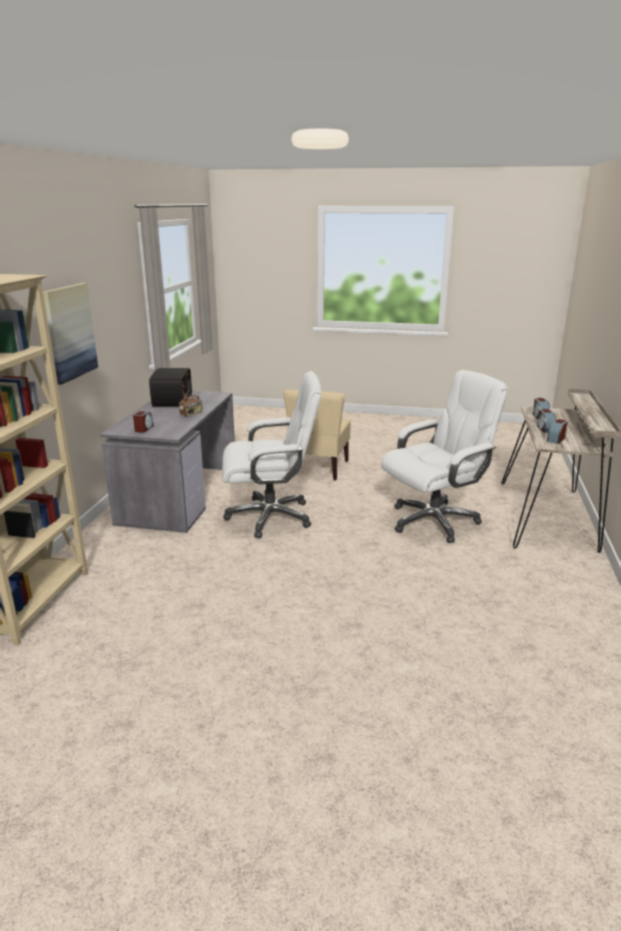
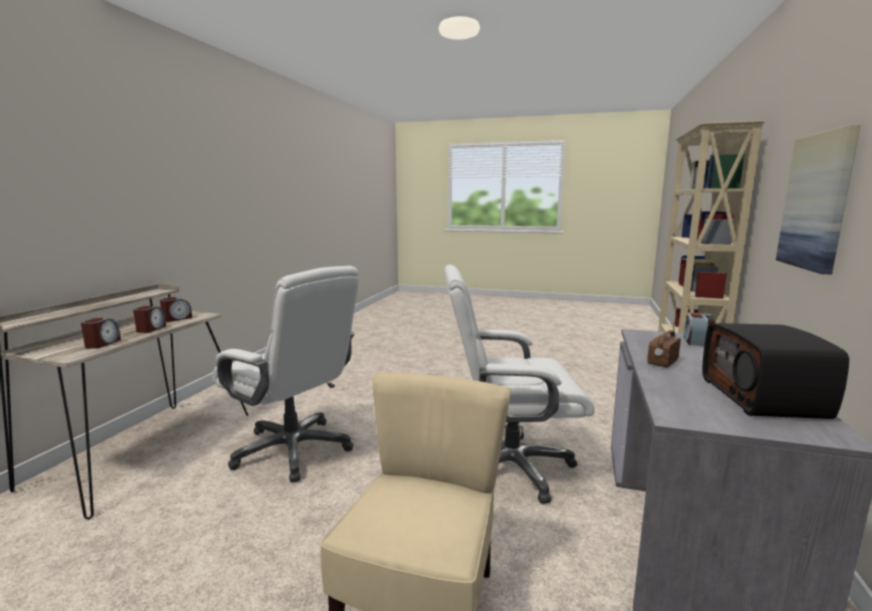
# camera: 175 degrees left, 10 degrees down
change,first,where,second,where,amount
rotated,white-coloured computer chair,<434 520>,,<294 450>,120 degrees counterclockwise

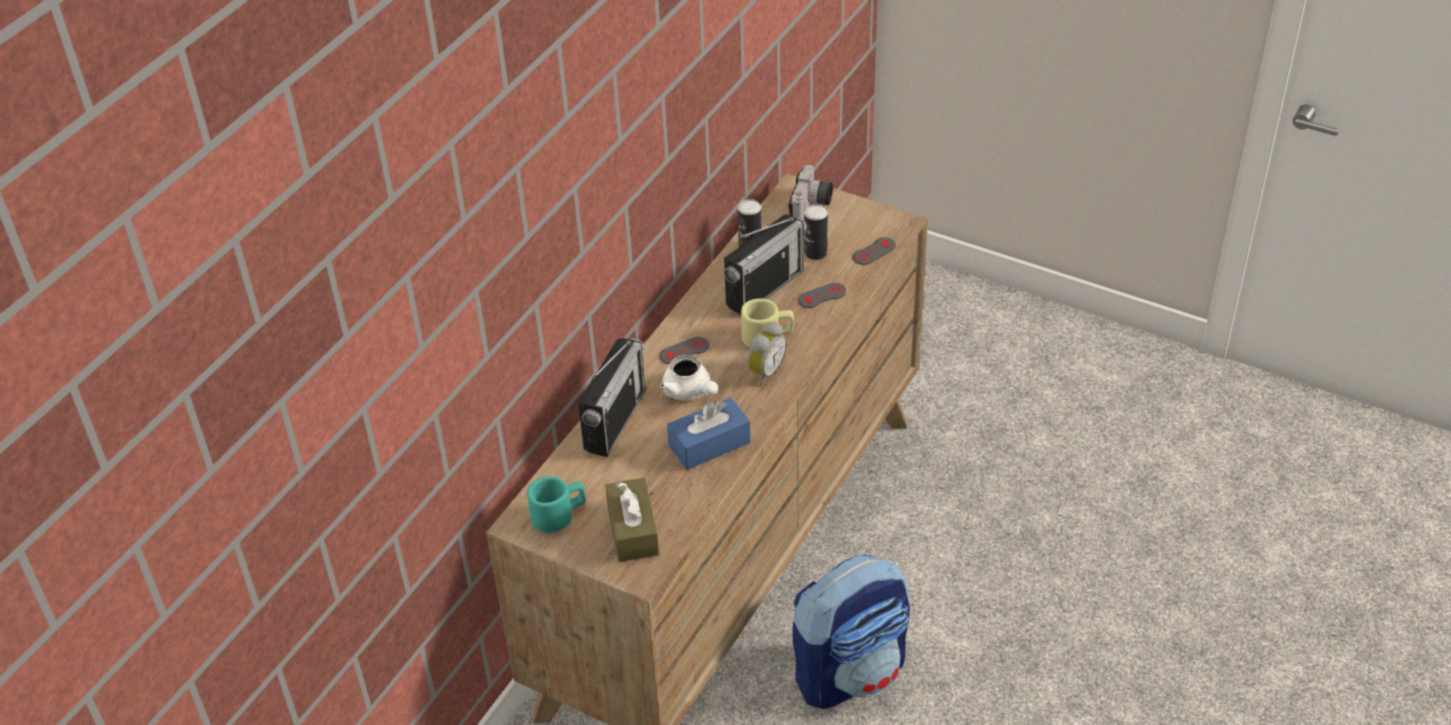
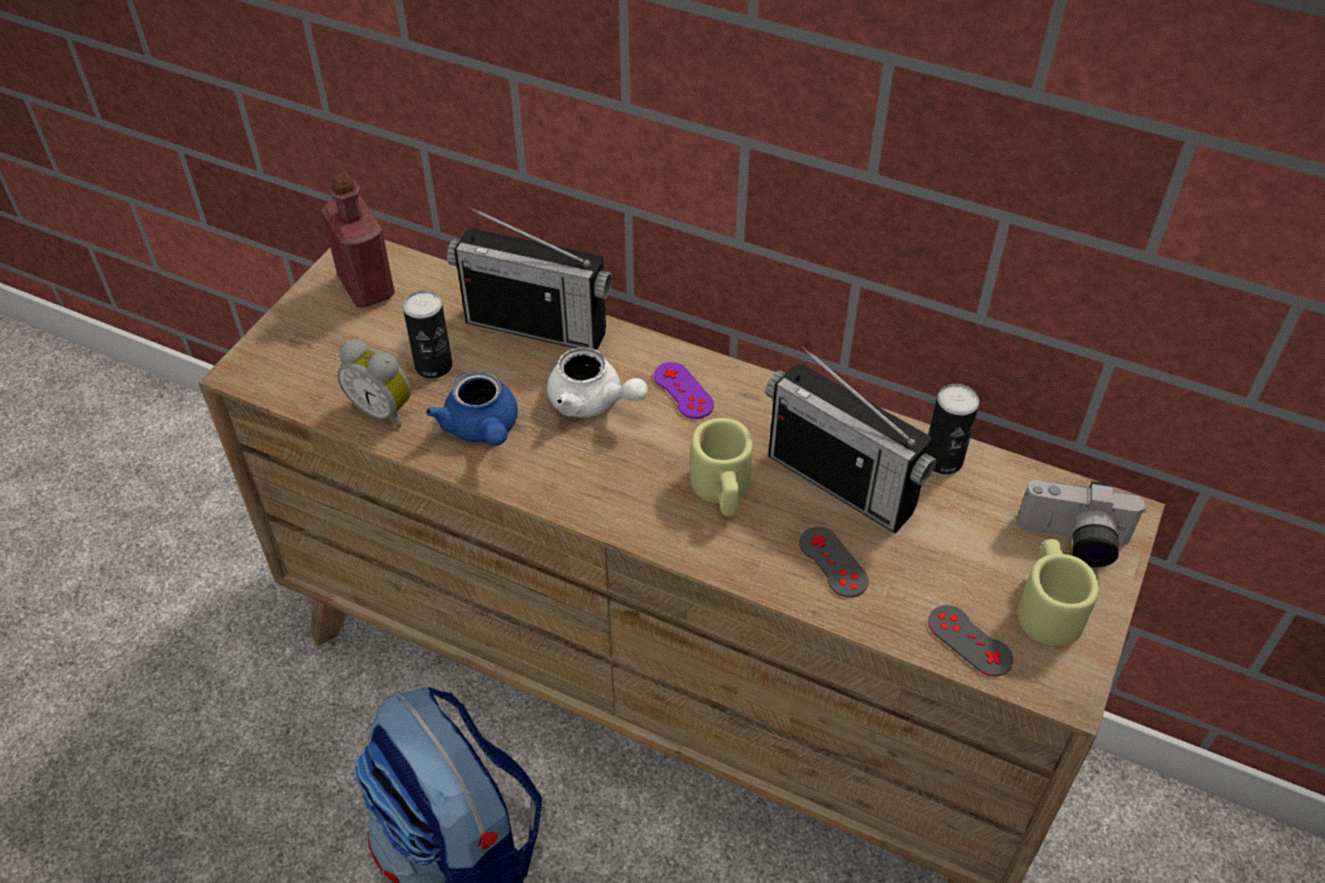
# camera: 85 degrees right, 5 degrees up
change,first,where,second,where,amount
swapped,turquoise-coloured mug,<559 514>,red bottle,<366 287>,
shifted,bedside clock,<764 372>,,<384 410>,
shifted,sealed can,<815 252>,,<433 365>,
swapped,bluish box of tissues,<709 444>,bluish tea pot,<482 429>,
rotated,white-coloured tea pot,<690 392>,,<593 402>,105 degrees counterclockwise
repainted,greyish game controller,<684 351>,purplish game controller,<683 391>,
new,,,sand-coloured mug,<1047 607>,
gone,brown-coloured box of tissues,<633 530>,,,

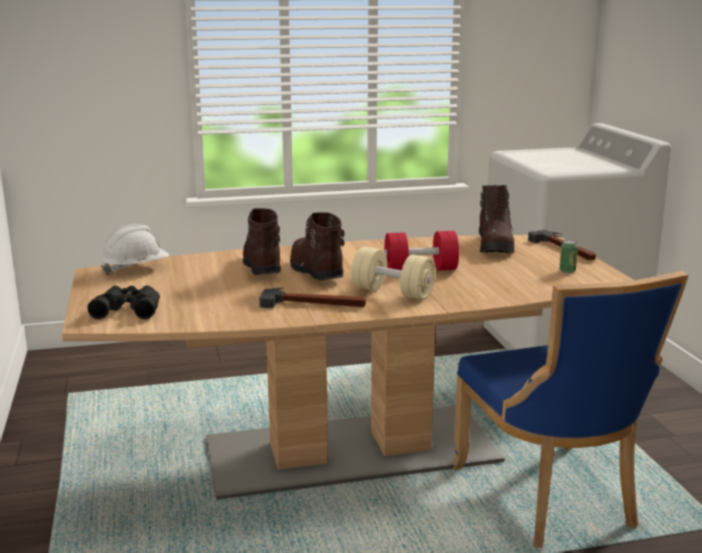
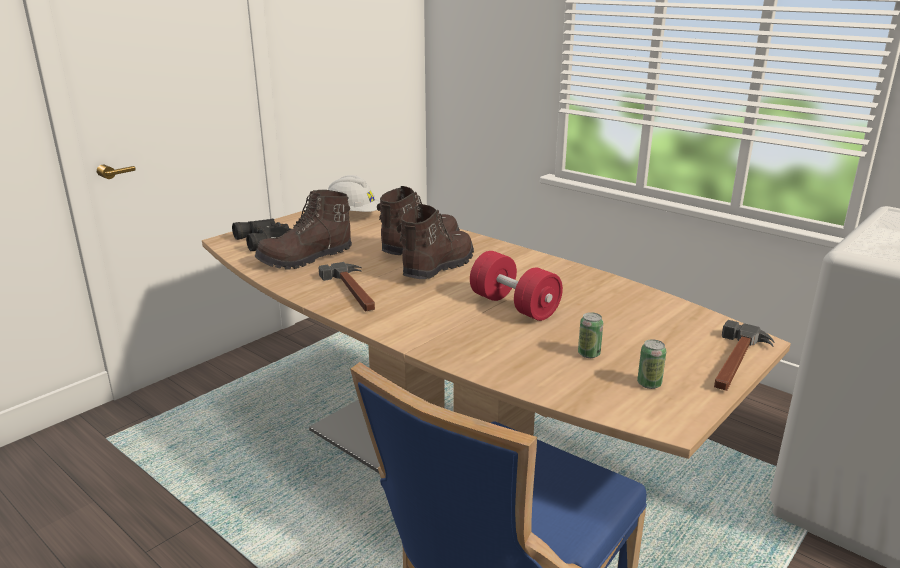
# camera: 55 degrees right, 5 degrees up
change,first,where,second,where,amount
shifted,brown-coloured high-top boot,<495 246>,,<306 259>,
new,,,sealed can,<589 354>,
gone,sand-coloured hand weight,<393 292>,,,

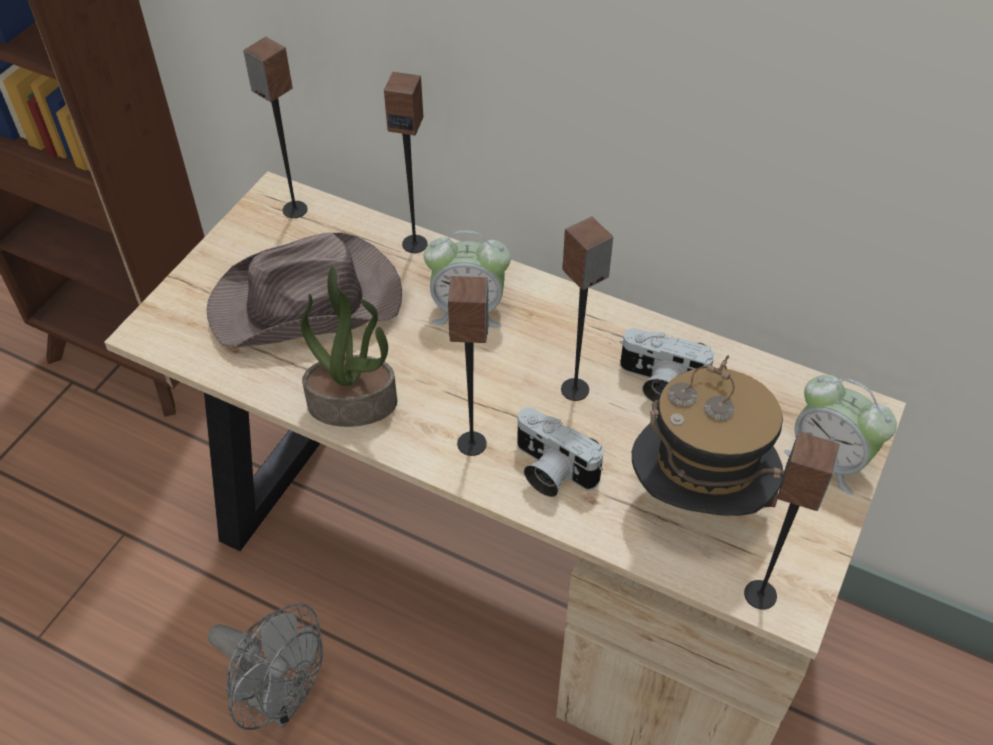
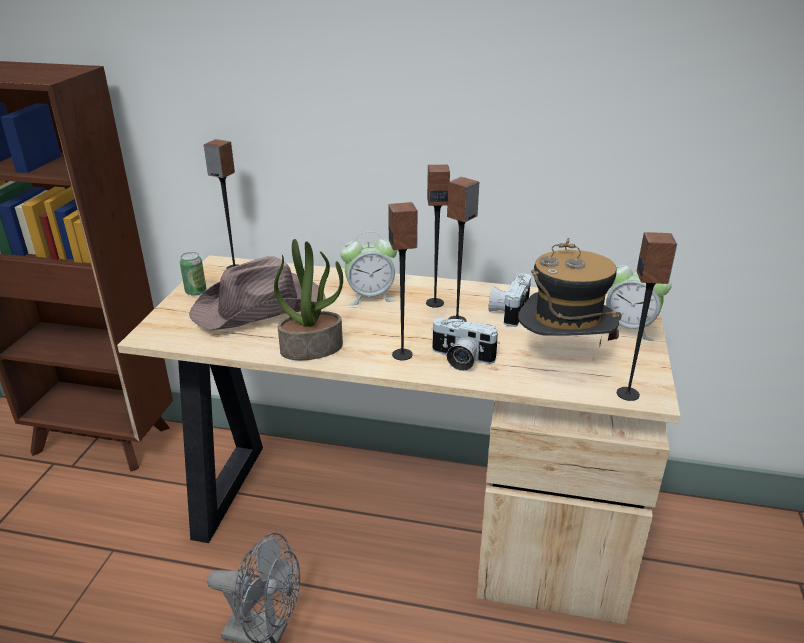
# camera: 15 degrees left, 20 degrees down
change,first,where,second,where,amount
new,,,sealed can,<196 291>,
shifted,audio speaker,<415 243>,,<435 302>,
rotated,photo camera,<659 383>,,<508 311>,105 degrees clockwise

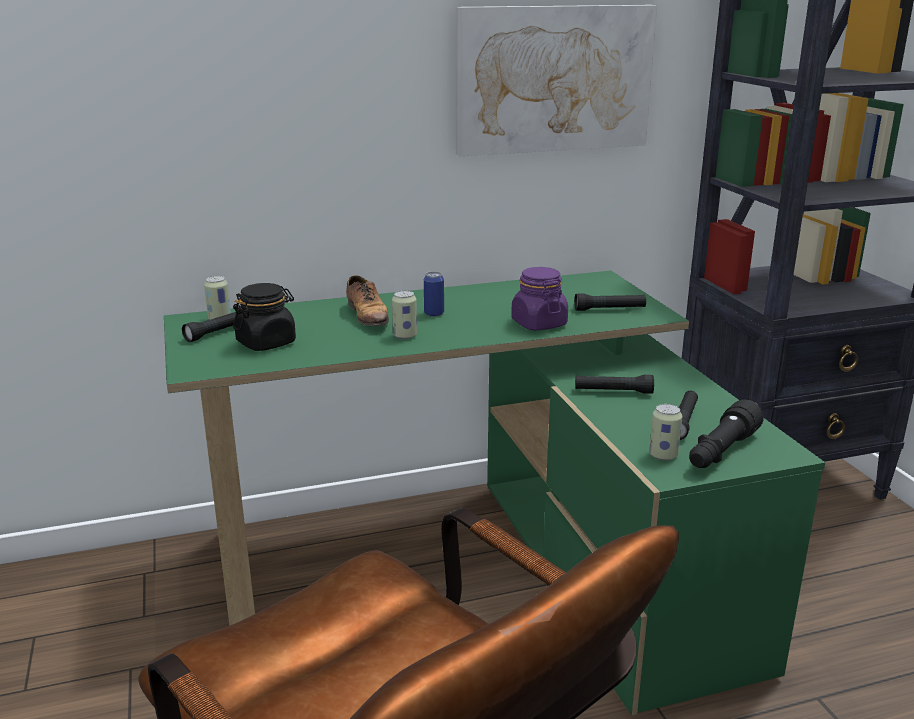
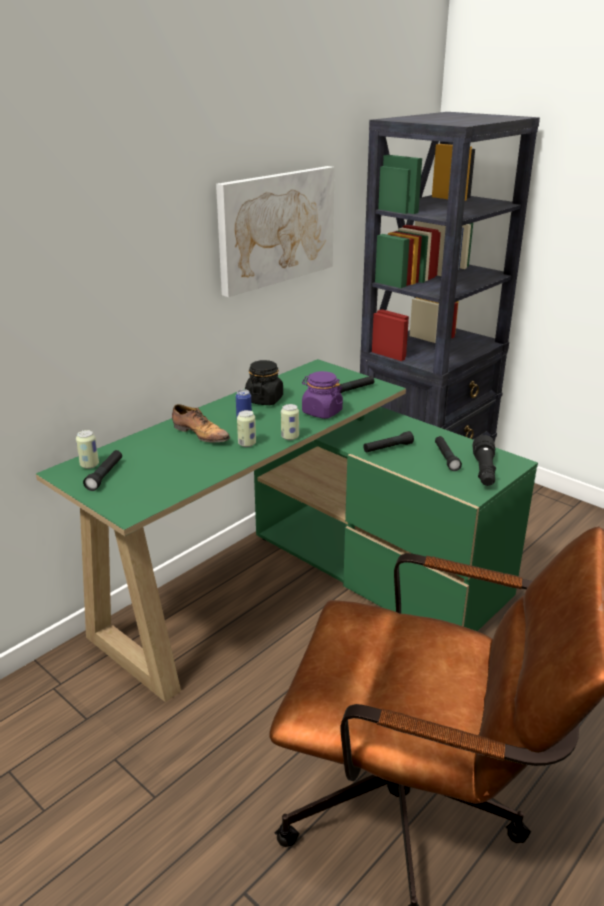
# camera: 30 degrees left, 5 degrees up
change,first,where,second,where,amount
shifted,black-coloured storage jar,<266 343>,,<264 400>,
shifted,sealed can,<663 455>,,<290 437>,

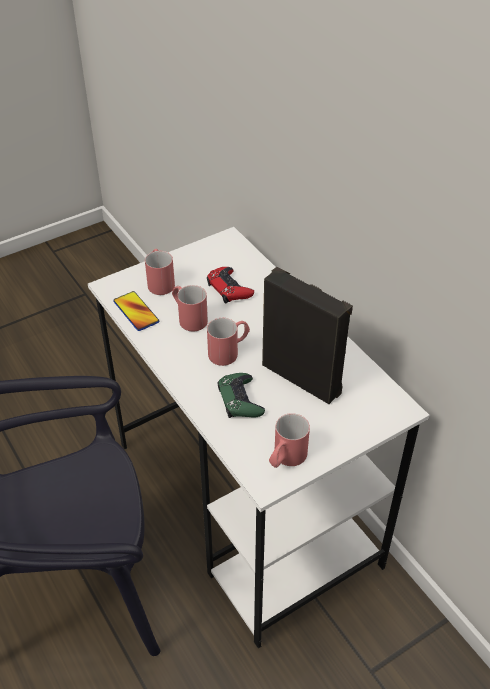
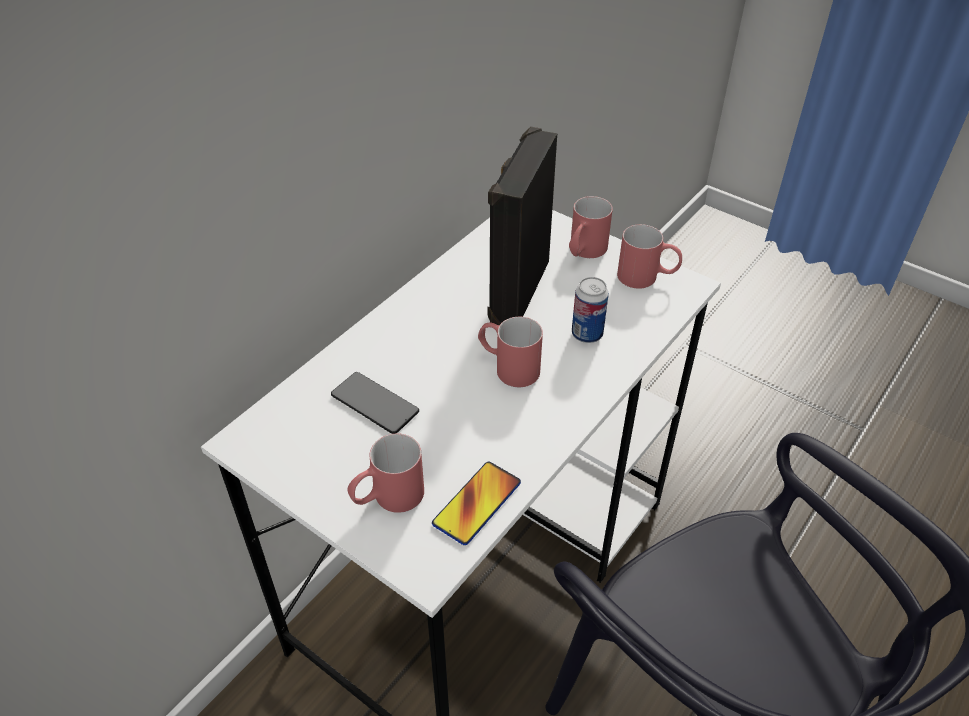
# camera: 110 degrees left, 0 degrees up
change,first,where,second,where,amount
swapped,red game controller,<229 289>,phone,<374 404>,
shifted,red mug,<188 317>,,<584 252>,
swapped,green-coloured game controller,<240 400>,sealed can,<587 334>,

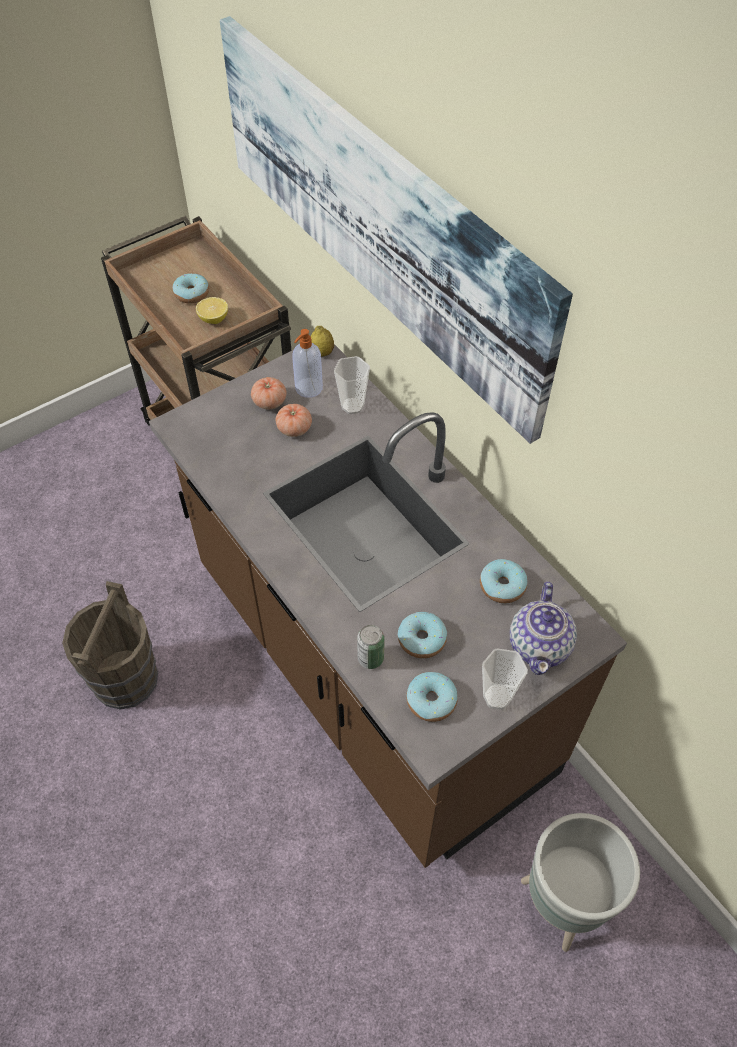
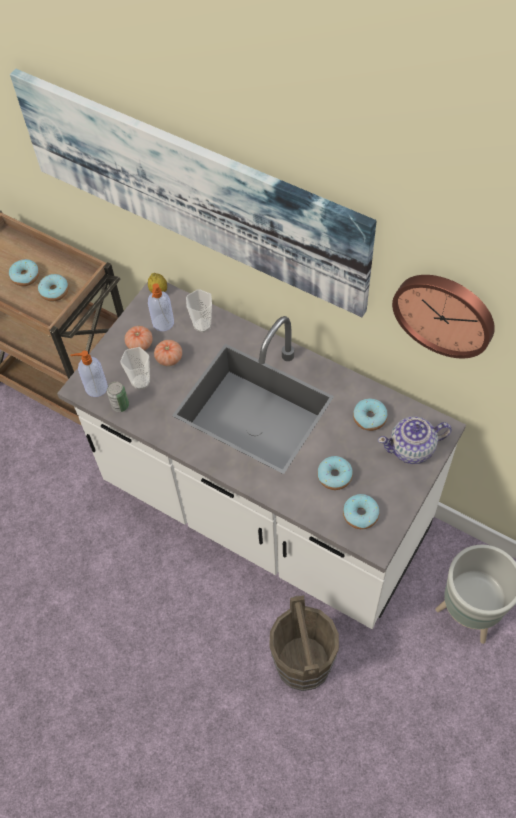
# camera: 20 degrees left, 5 degrees up
change,first,where,second,where,amount
swapped,lemon,<213 319>,ring doughnut,<54 291>,
repainted,brown-coloured kitchen base unit,<368 672>,white-coloured kitchen base unit,<264 511>,
new,,,soap bottle,<95 387>,
shifted,sealed can,<370 658>,,<120 405>,
shifted,drinking cup,<497 697>,,<140 382>,
shifted,brown-coloured bucket,<125 678>,,<303 662>,
rotated,tea pot,<540 645>,,<412 448>,90 degrees clockwise
new,,,clock on the wall,<445 312>,

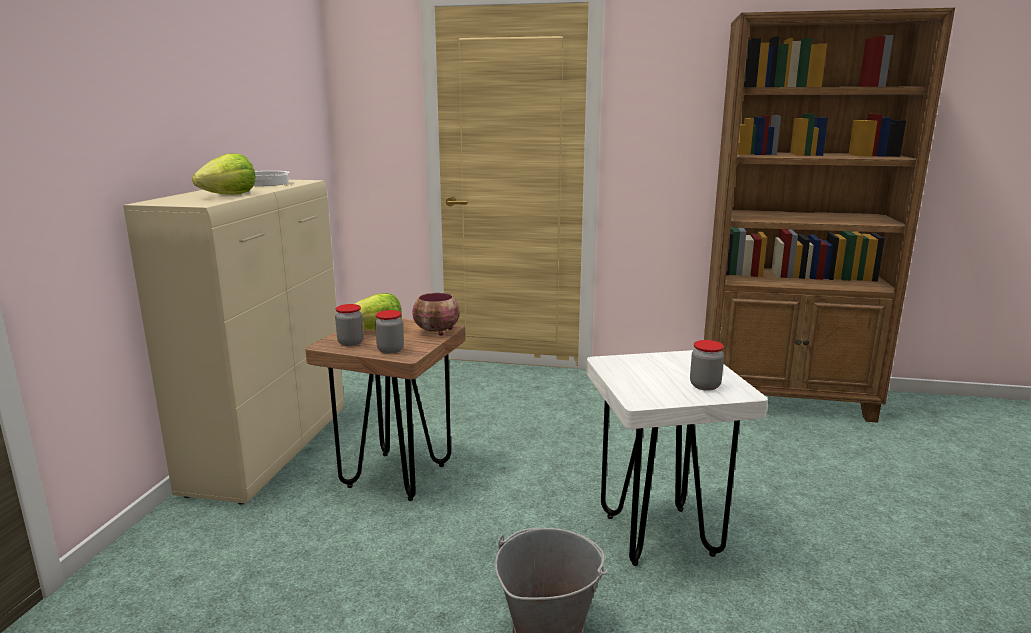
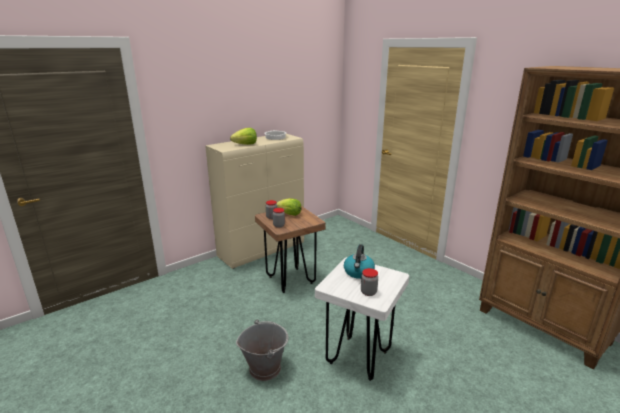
# camera: 40 degrees right, 5 degrees up
change,first,where,second,where,amount
new,,,tea kettle,<358 272>,
gone,serving bowl,<437 332>,,,

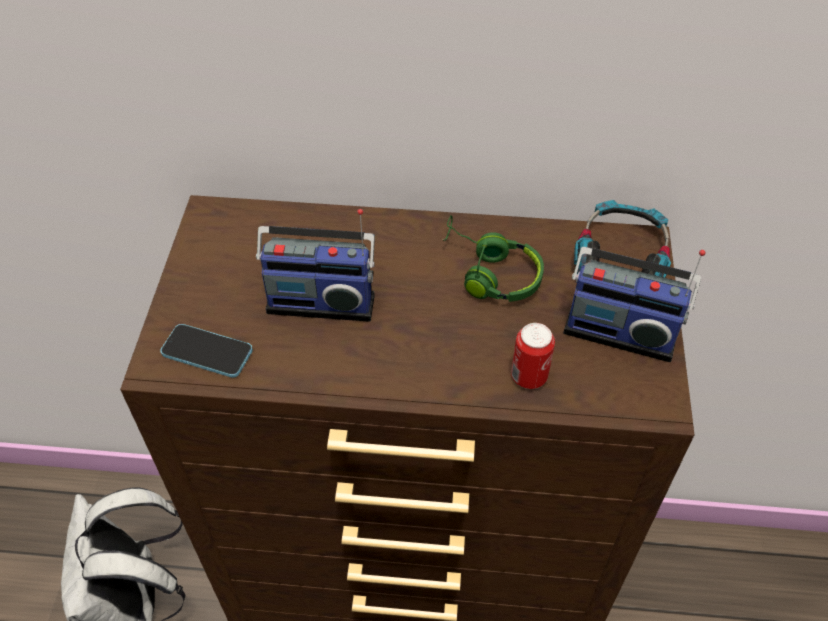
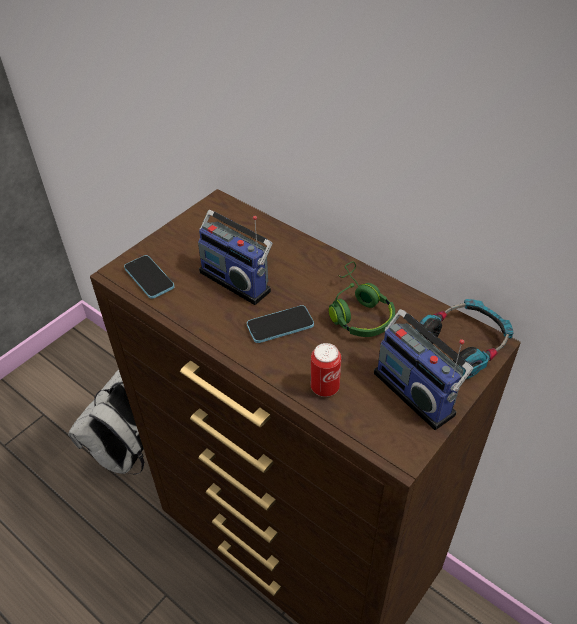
# camera: 35 degrees right, 5 degrees down
change,first,where,second,where,amount
new,,,phone,<280 325>,

